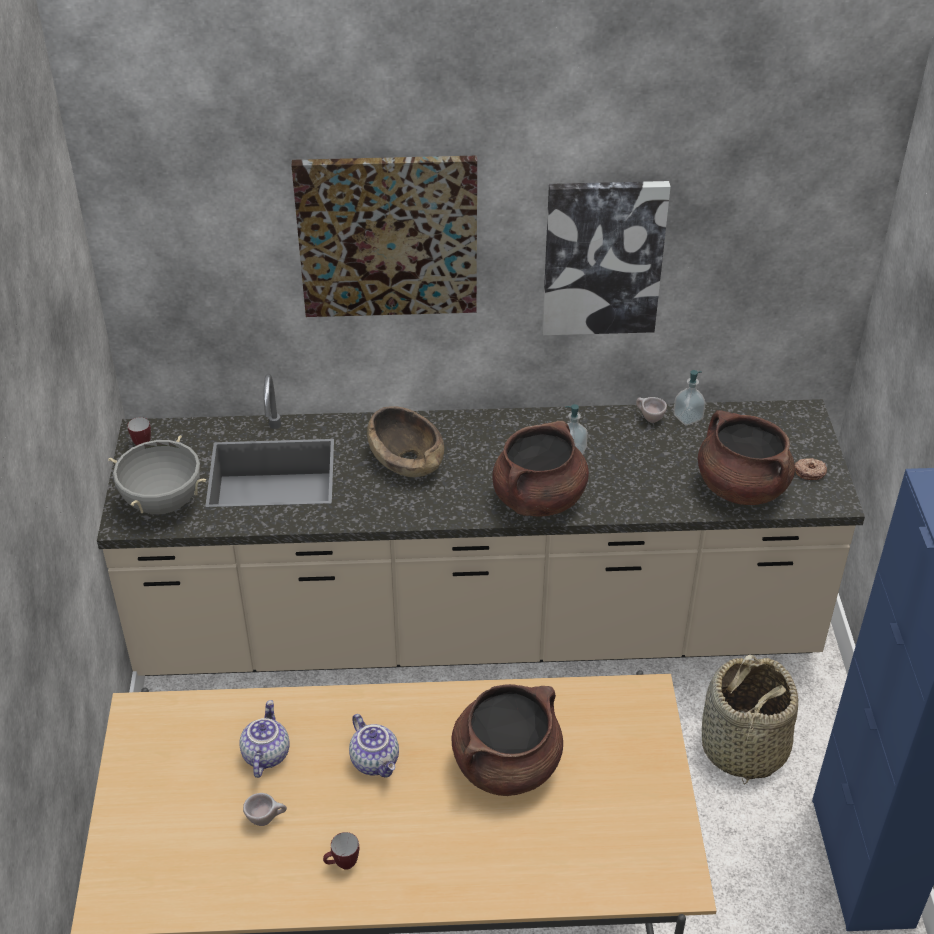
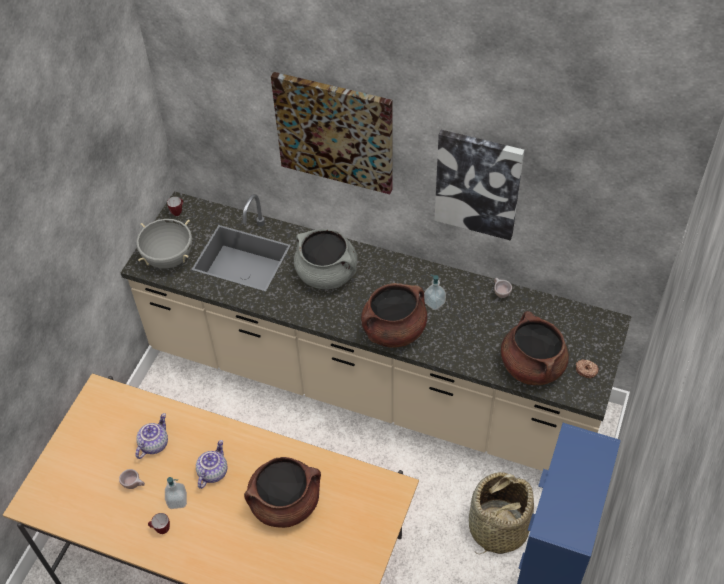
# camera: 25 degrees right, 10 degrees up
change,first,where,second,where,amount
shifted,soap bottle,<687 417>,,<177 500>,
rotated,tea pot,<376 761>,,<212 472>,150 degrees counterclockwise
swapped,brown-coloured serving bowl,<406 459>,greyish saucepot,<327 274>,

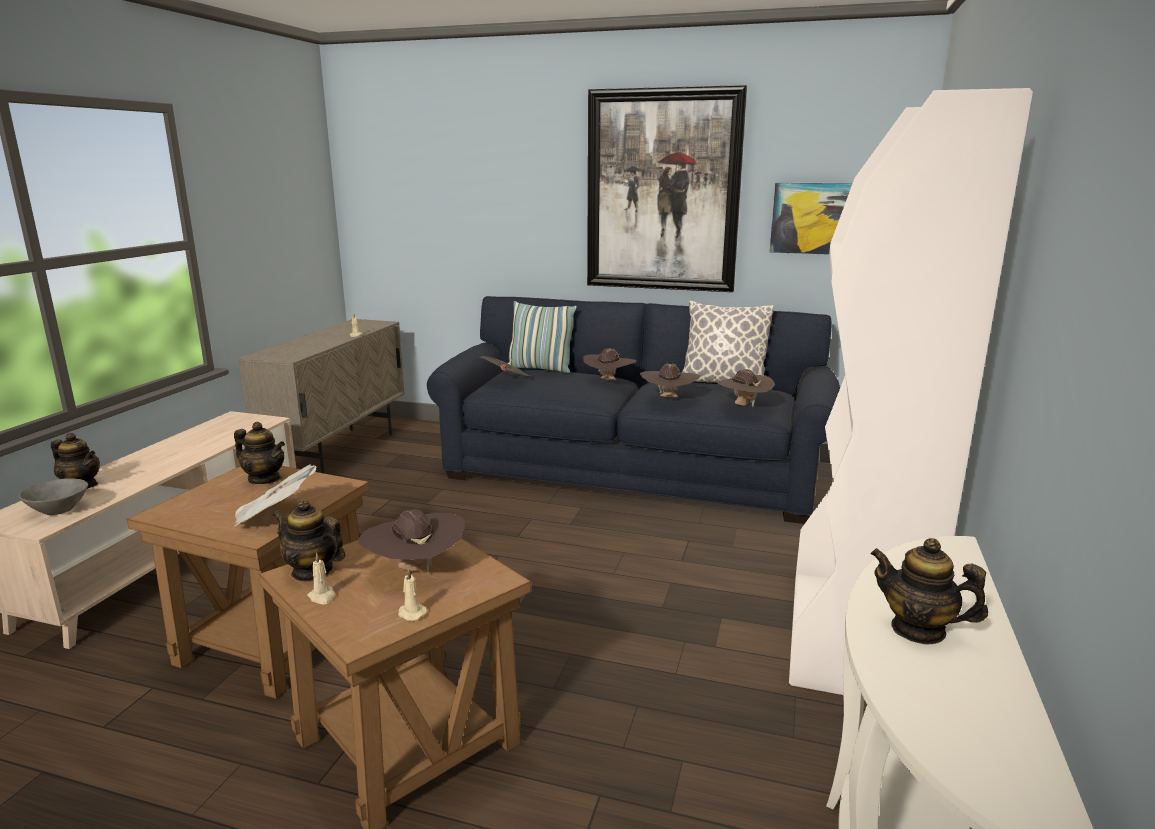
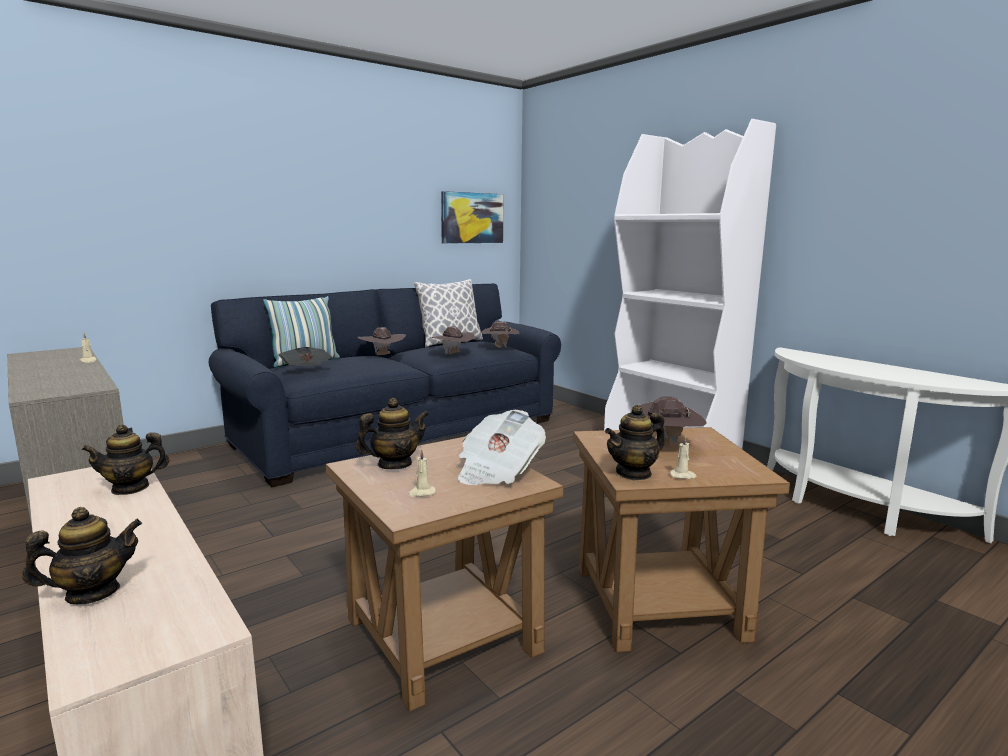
# camera: 55 degrees left, 5 degrees down
change,first,where,second,where,amount
shifted,tea pot,<918 629>,,<130 488>,
shifted,sand-coloured candle,<411 613>,,<421 493>,
gone,greyish serving bowl,<59 511>,,,
gone,picture,<662 191>,,,

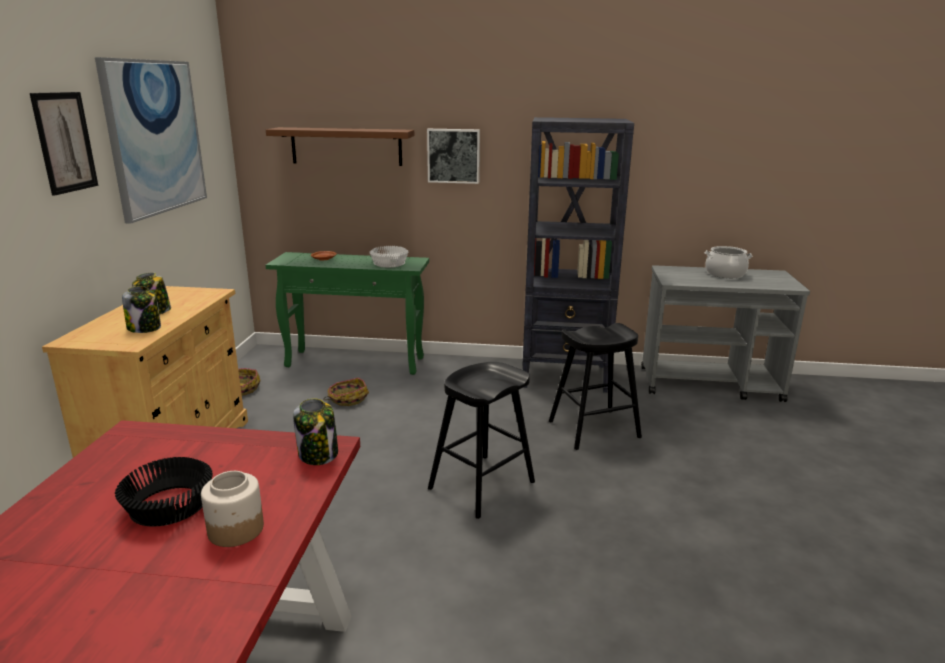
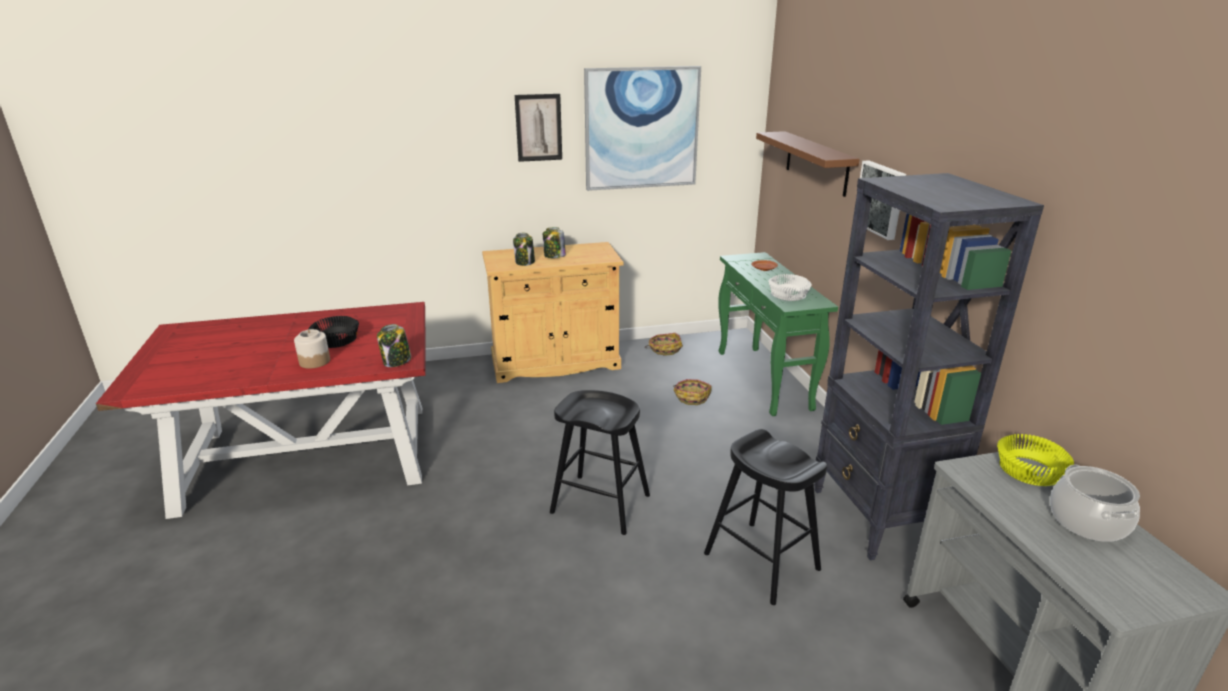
# camera: 70 degrees right, 5 degrees up
change,first,where,second,where,amount
new,,,yellow-coloured serving bowl,<1030 471>,

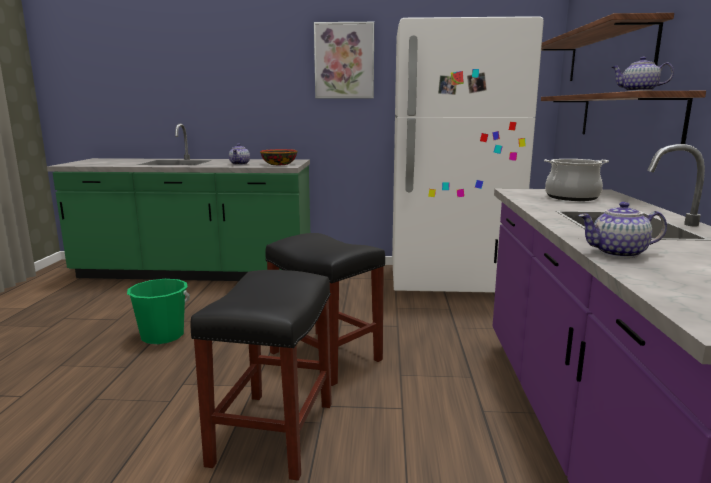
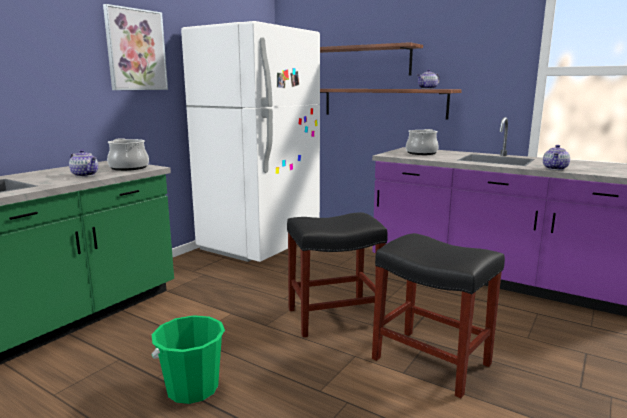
# camera: 60 degrees left, 0 degrees up
change,first,where,second,where,amount
swapped,serving bowl,<279 164>,saucepot,<129 168>,

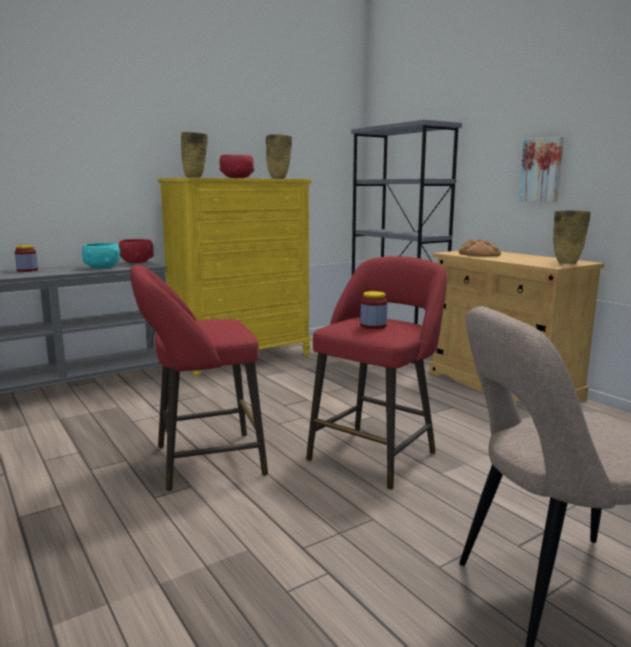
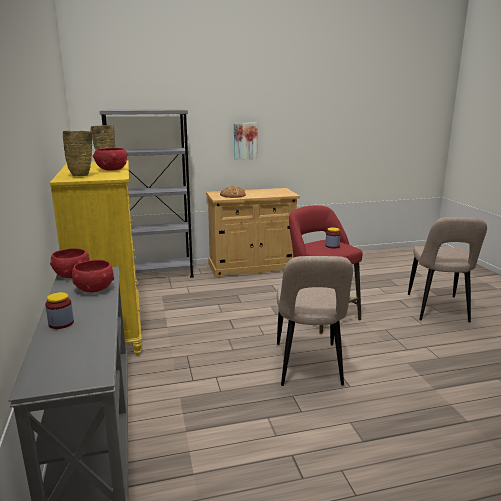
# camera: 70 degrees left, 5 degrees up
change,first,where,second,where,amount
repainted,turquoise-coloured serving bowl,<102 267>,red serving bowl,<94 289>,
swapped,red sitting stool,<202 462>,sand-coloured plain chair,<308 366>,
gone,sand-coloured flower vase,<567 263>,,,

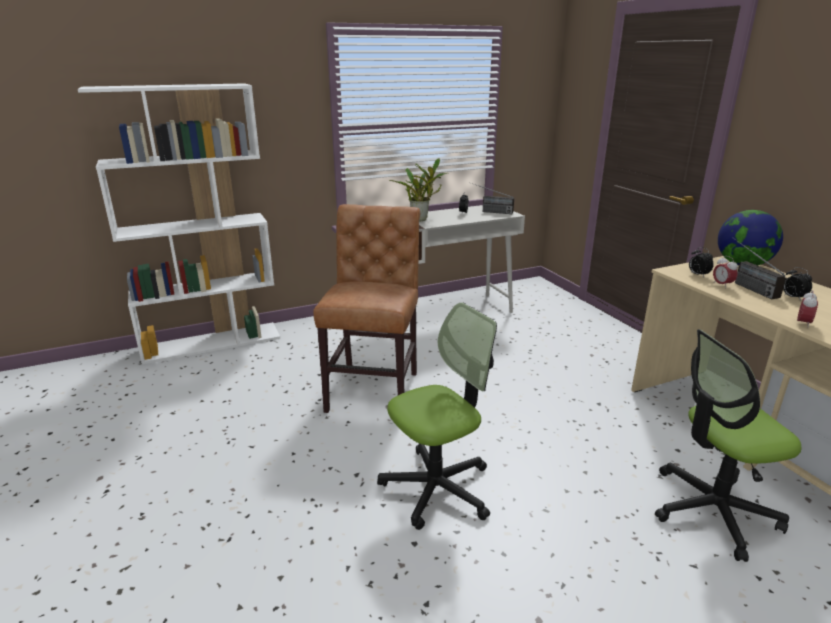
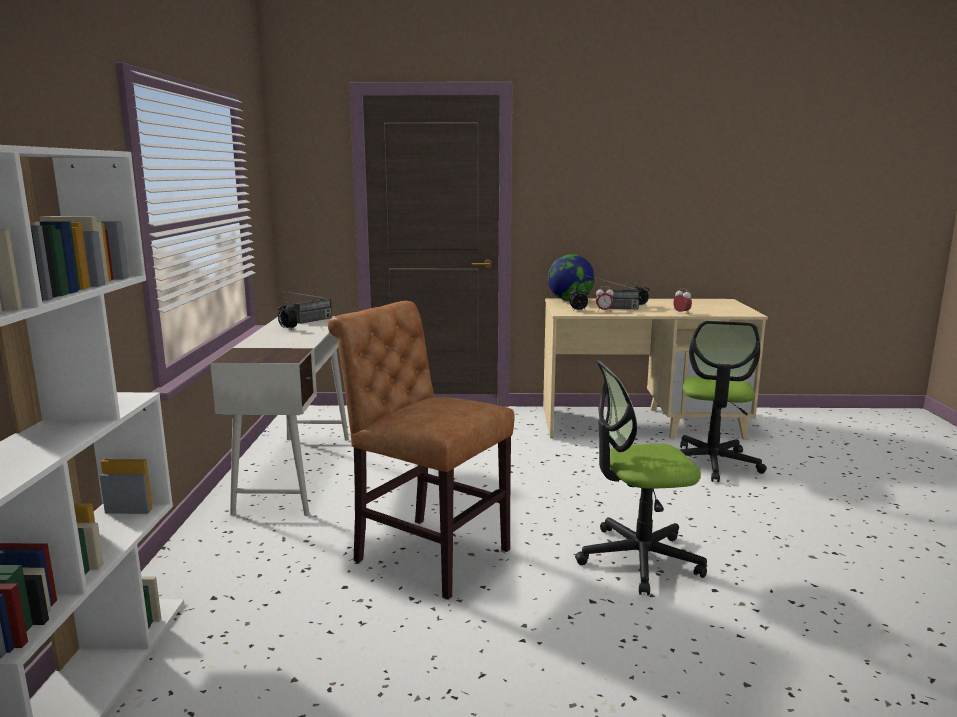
# camera: 65 degrees left, 10 degrees down
change,first,where,second,where,amount
rotated,computer chair,<437 488>,,<638 559>,90 degrees counterclockwise
gone,plant in a pot,<421 219>,,,

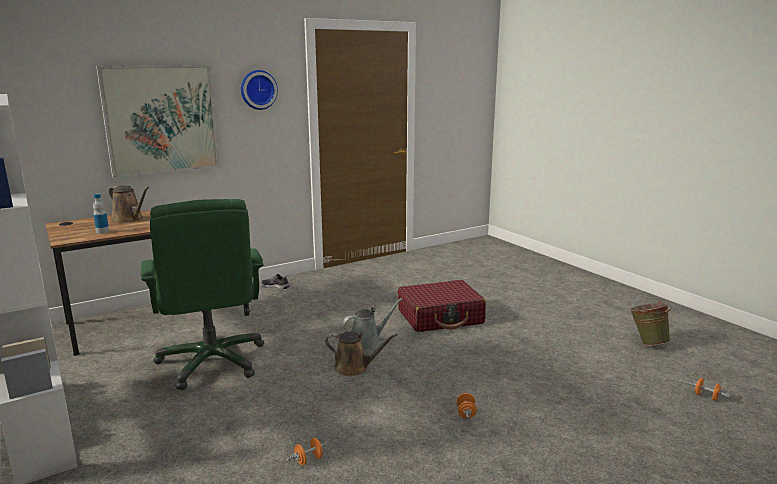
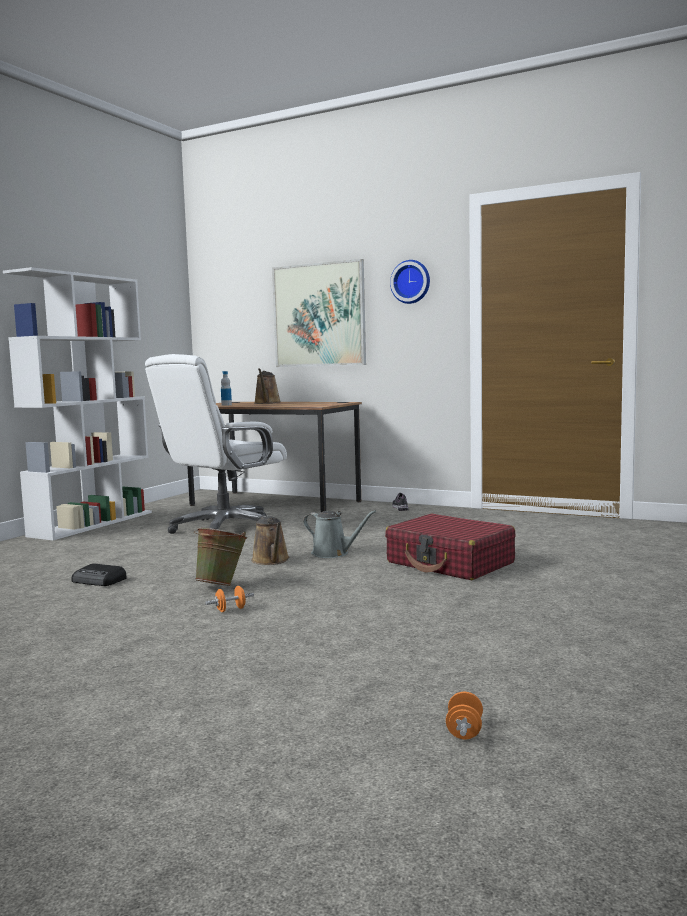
# camera: 60 degrees right, 10 degrees down
change,first,where,second,where,amount
swapped,orange hand weight,<308 460>,radio receiver,<99 580>,
repainted,green-coloured computer chair,<212 362>,white-coloured computer chair,<223 528>,
shifted,green-coloured bucket,<647 342>,,<222 585>,

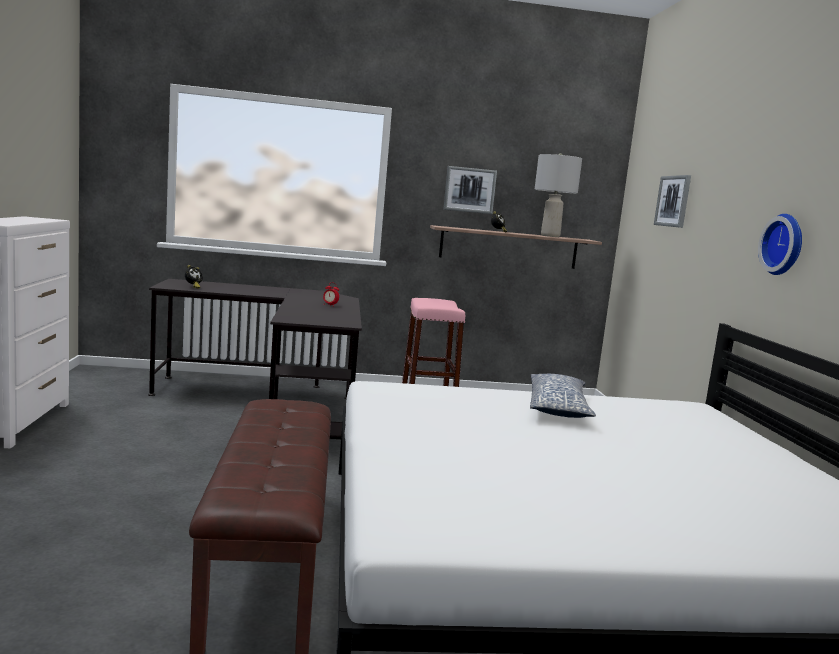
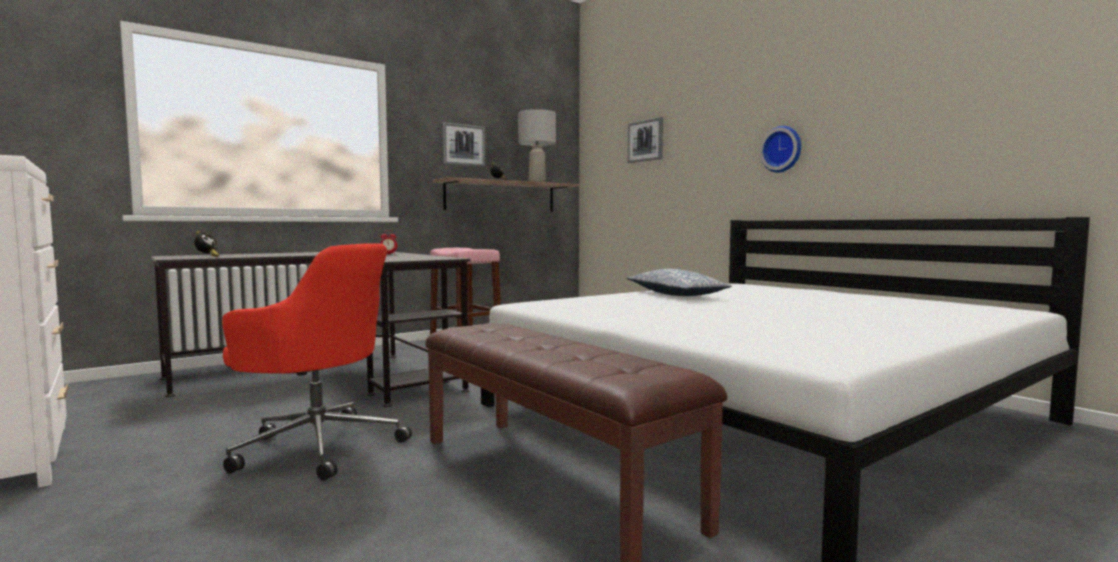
# camera: 30 degrees left, 5 degrees down
change,first,where,second,where,amount
new,,,red computer chair,<317 446>,

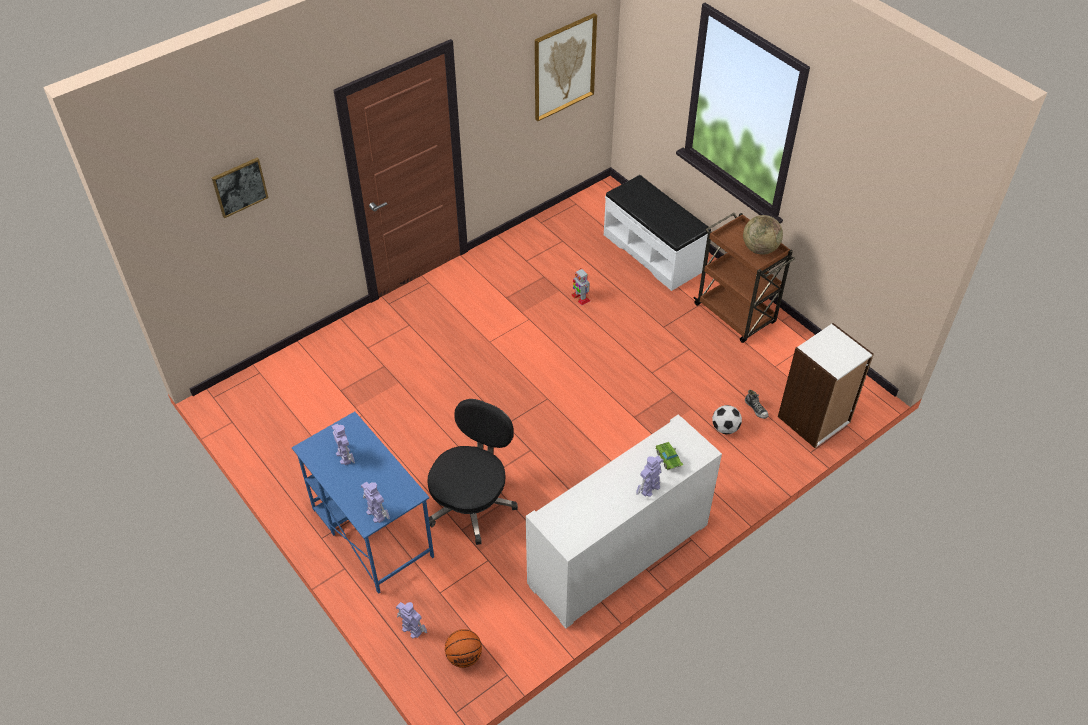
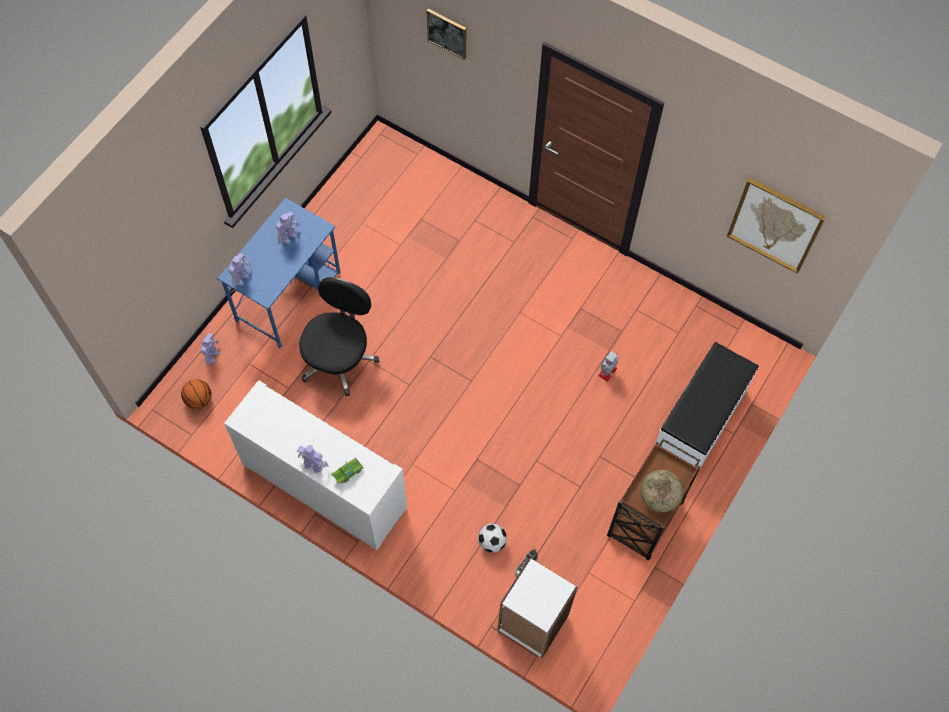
# camera: 70 degrees right, 15 degrees up
change,first,where,second,where,amount
rotated,black-coloured computer chair,<472 503>,,<339 358>,75 degrees counterclockwise

